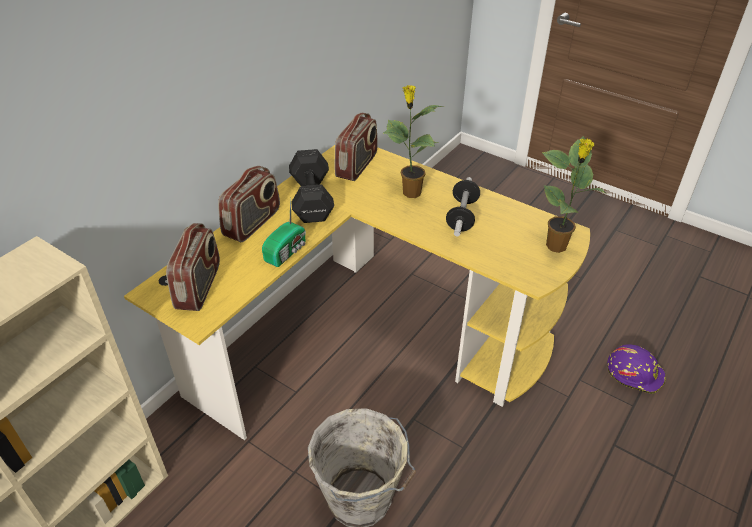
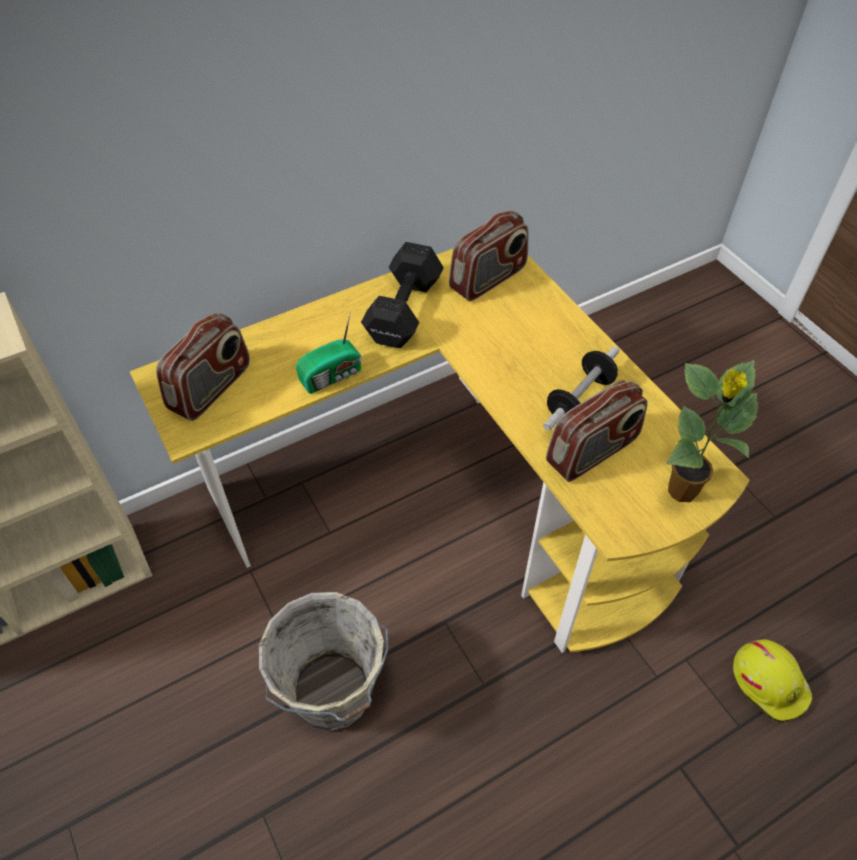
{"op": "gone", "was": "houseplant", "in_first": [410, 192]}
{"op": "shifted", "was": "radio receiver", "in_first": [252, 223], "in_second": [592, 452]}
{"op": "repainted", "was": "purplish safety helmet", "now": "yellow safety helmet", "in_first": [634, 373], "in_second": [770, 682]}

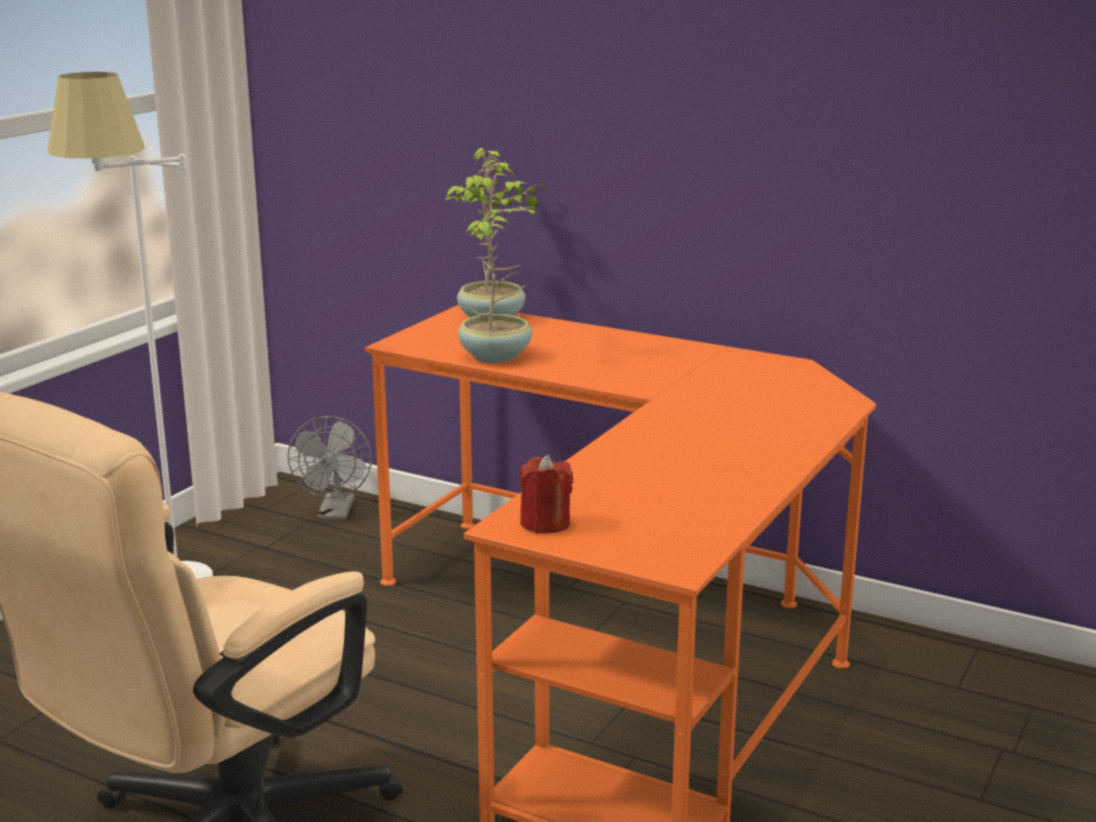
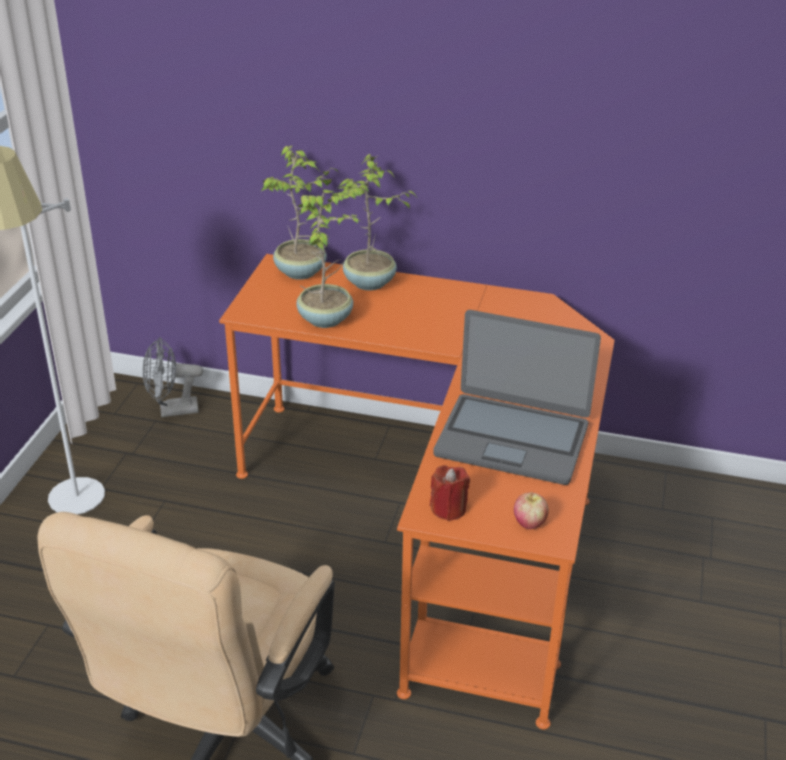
{"op": "new", "now": "houseplant", "in_second": [369, 283]}
{"op": "new", "now": "portable computer", "in_second": [512, 439]}
{"op": "new", "now": "apple", "in_second": [529, 523]}
{"op": "rotated", "was": "gray cooling fan", "in_first": [335, 513], "in_second": [172, 410], "clockwise": 90}

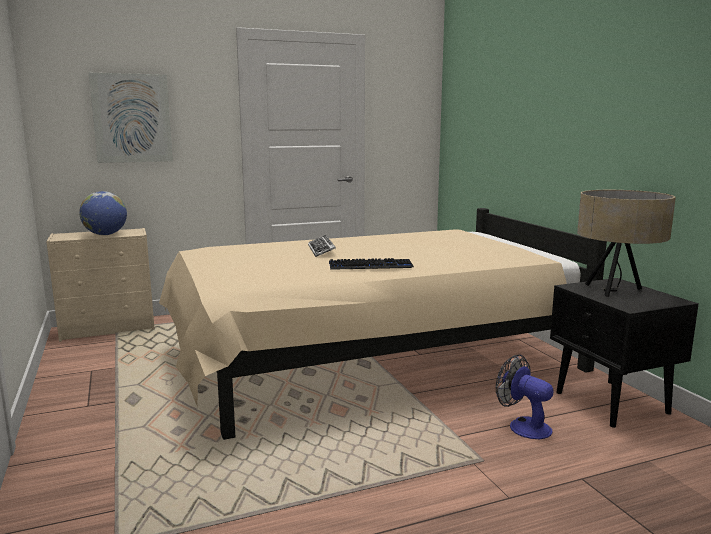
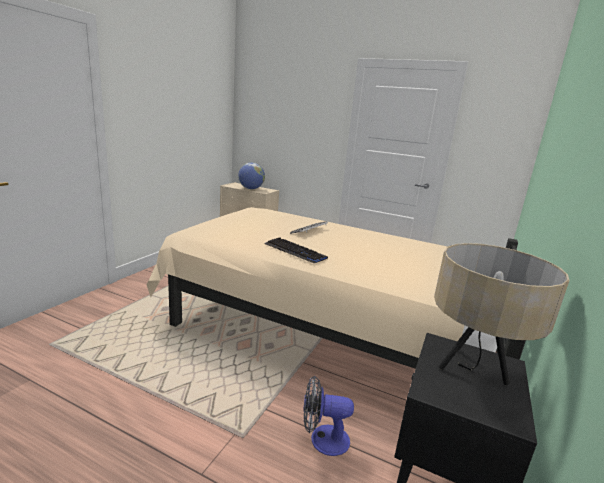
{"op": "gone", "was": "wall picture", "in_first": [132, 118]}
{"op": "rotated", "was": "cooling fan", "in_first": [523, 426], "in_second": [322, 439], "clockwise": -90}

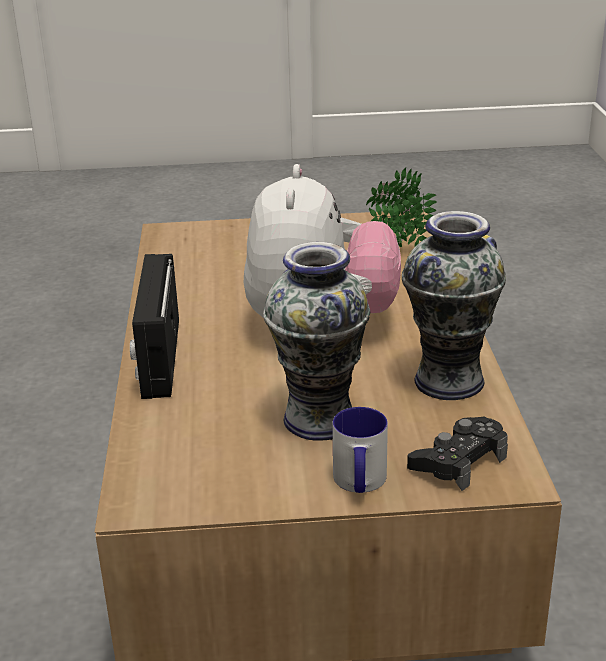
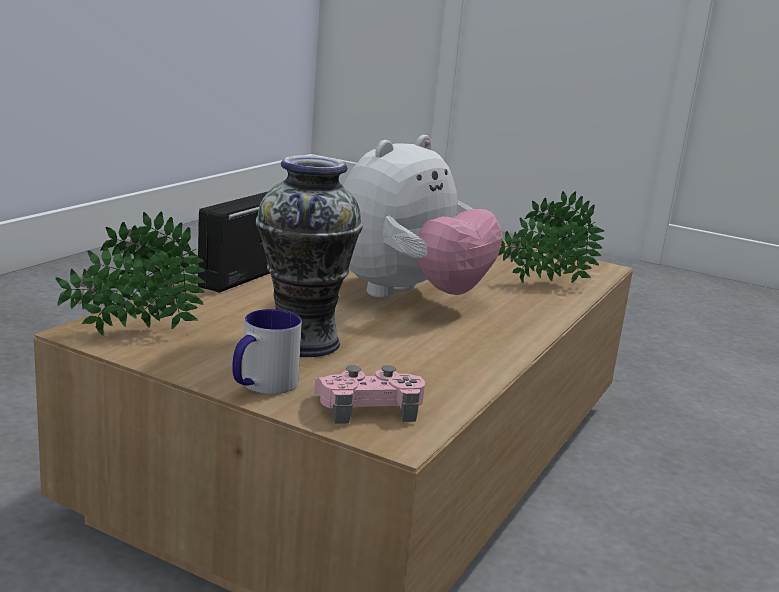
{"op": "gone", "was": "vase", "in_first": [449, 381]}
{"op": "new", "now": "houseplant", "in_second": [133, 331]}
{"op": "repainted", "was": "black-coloured game controller", "now": "pinkish game controller", "in_first": [458, 461], "in_second": [369, 407]}

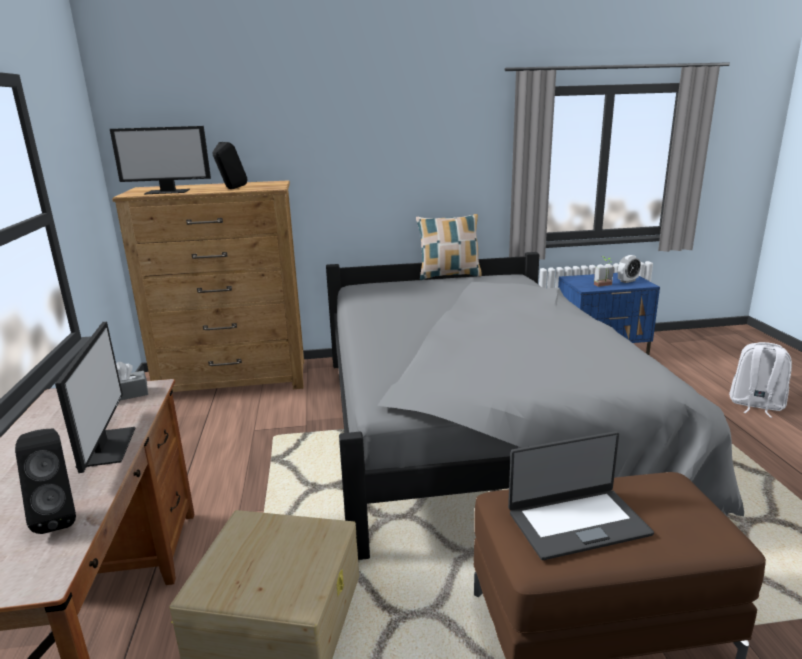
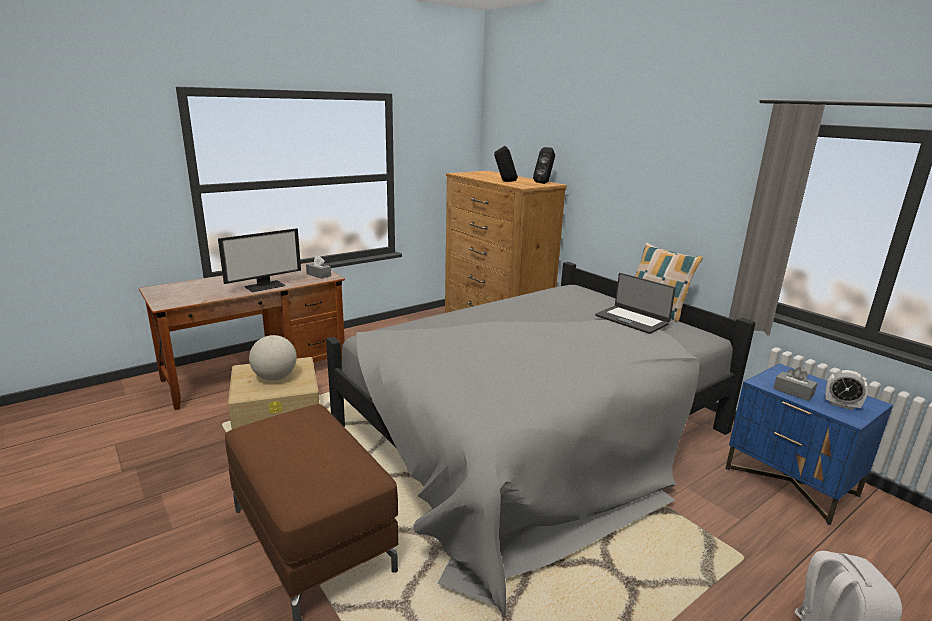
{"op": "gone", "was": "monitor", "in_first": [168, 191]}
{"op": "new", "now": "globe", "in_second": [275, 377]}
{"op": "shifted", "was": "black-coloured speaker", "in_first": [60, 517], "in_second": [544, 183]}
{"op": "shifted", "was": "portable computer", "in_first": [577, 522], "in_second": [632, 319]}
{"op": "swapped", "was": "houseplant", "now": "gray box of tissues", "in_first": [604, 285], "in_second": [793, 392]}

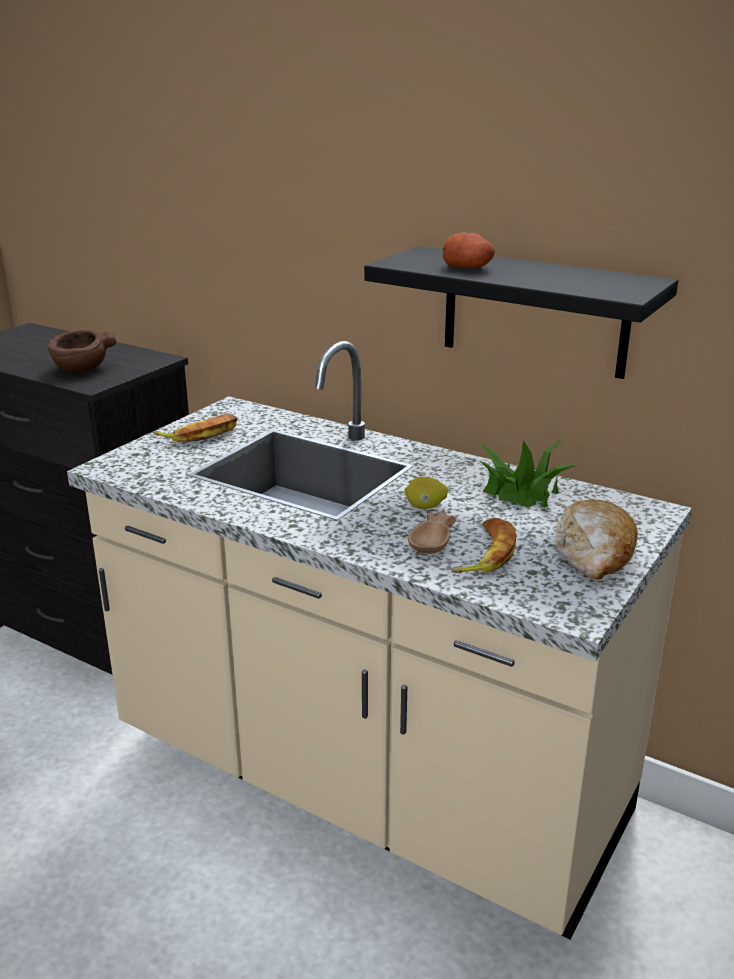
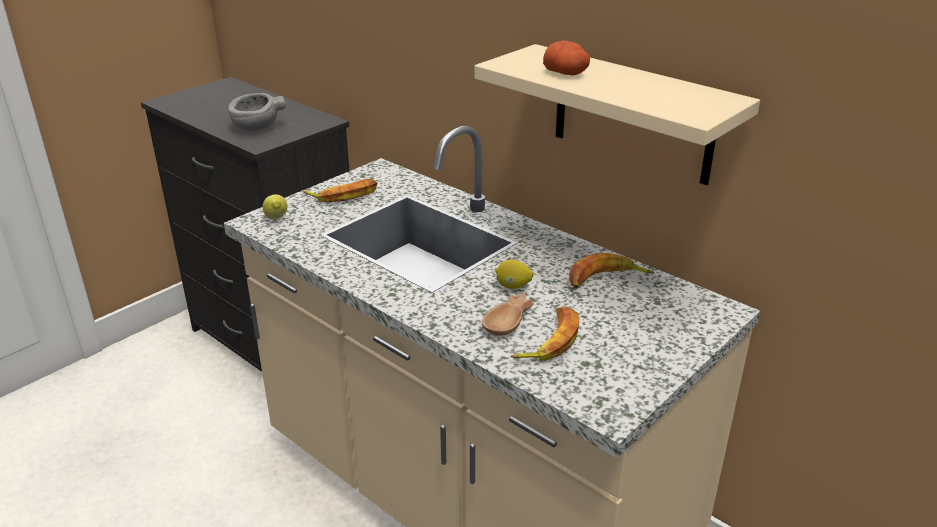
{"op": "gone", "was": "baked bread", "in_first": [594, 553]}
{"op": "new", "now": "citrus fruit", "in_second": [277, 219]}
{"op": "swapped", "was": "houseplant", "now": "banana", "in_first": [522, 492], "in_second": [606, 279]}
{"op": "repainted", "was": "brown serving bowl", "now": "gray serving bowl", "in_first": [81, 369], "in_second": [256, 128]}
{"op": "repainted", "was": "black-coloured bracket shelf", "now": "sand-coloured bracket shelf", "in_first": [534, 312], "in_second": [632, 115]}

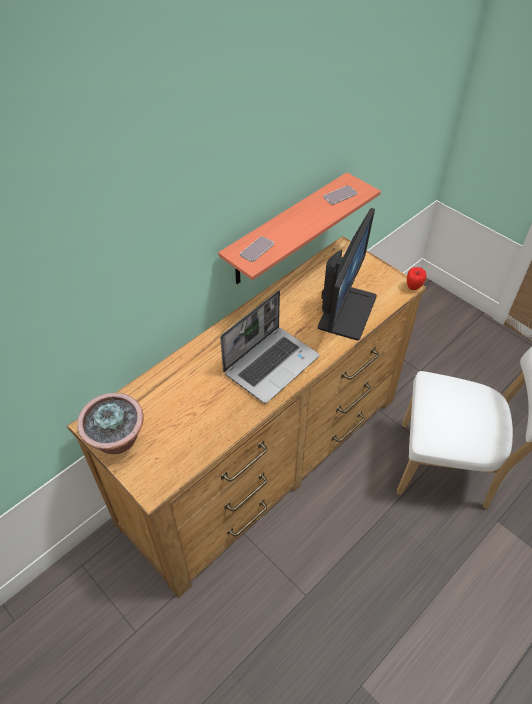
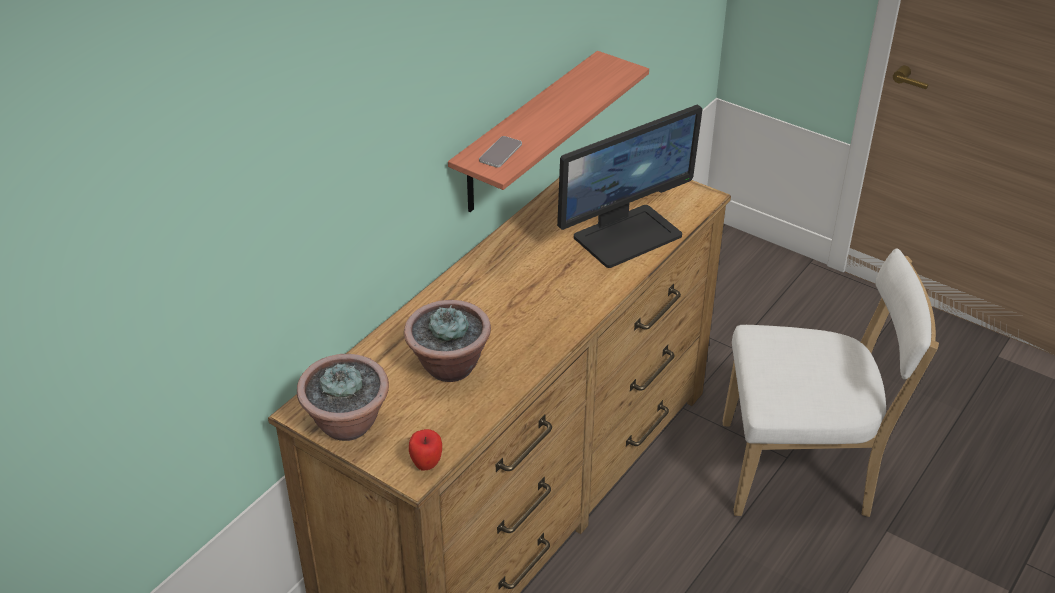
{"op": "gone", "was": "portable computer", "in_first": [271, 364]}
{"op": "gone", "was": "phone", "in_first": [340, 195]}
{"op": "new", "now": "houseplant", "in_second": [449, 367]}
{"op": "shifted", "was": "apple", "in_first": [413, 287], "in_second": [426, 465]}
{"op": "rotated", "was": "monitor", "in_first": [346, 311], "in_second": [627, 235], "clockwise": 45}

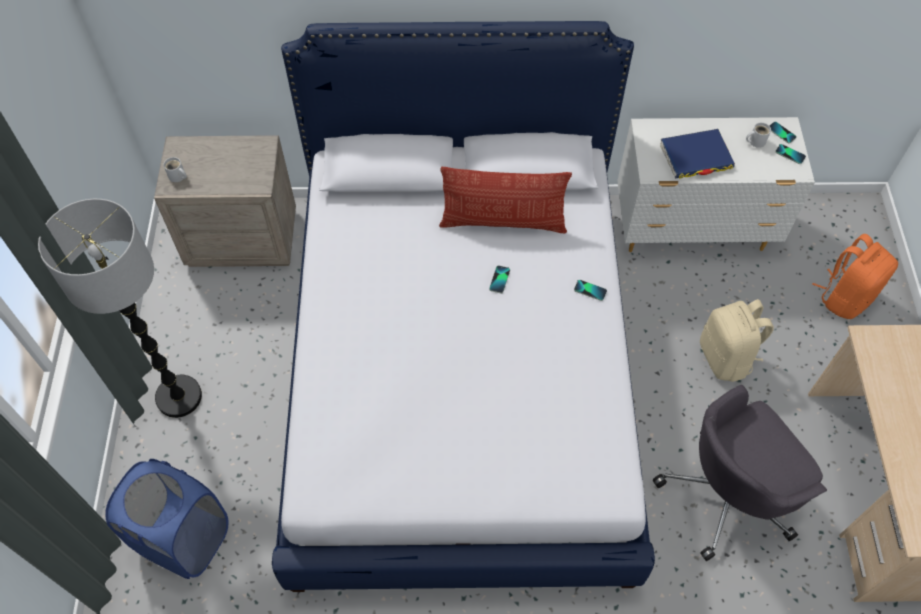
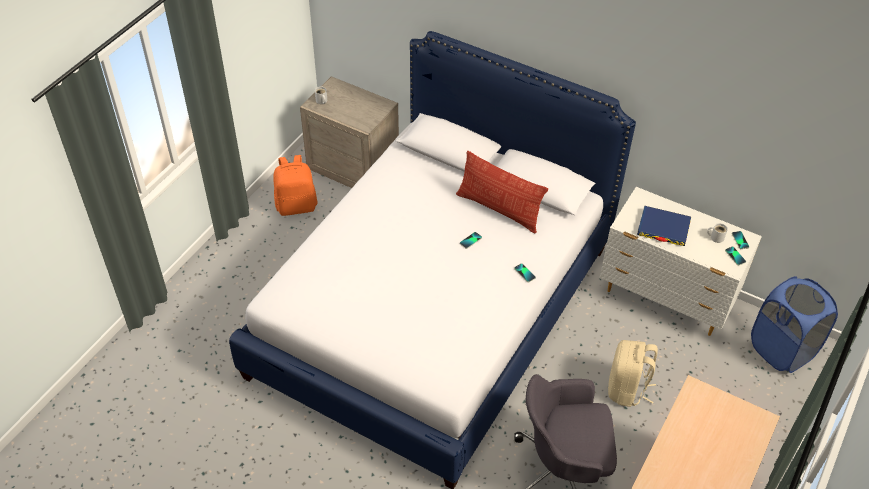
{"op": "gone", "was": "floor lamp", "in_first": [179, 396]}
{"op": "shifted", "was": "blue-coloured washing basket", "in_first": [185, 538], "in_second": [782, 349]}
{"op": "shifted", "was": "orange-coloured rucksack", "in_first": [845, 297], "in_second": [296, 205]}

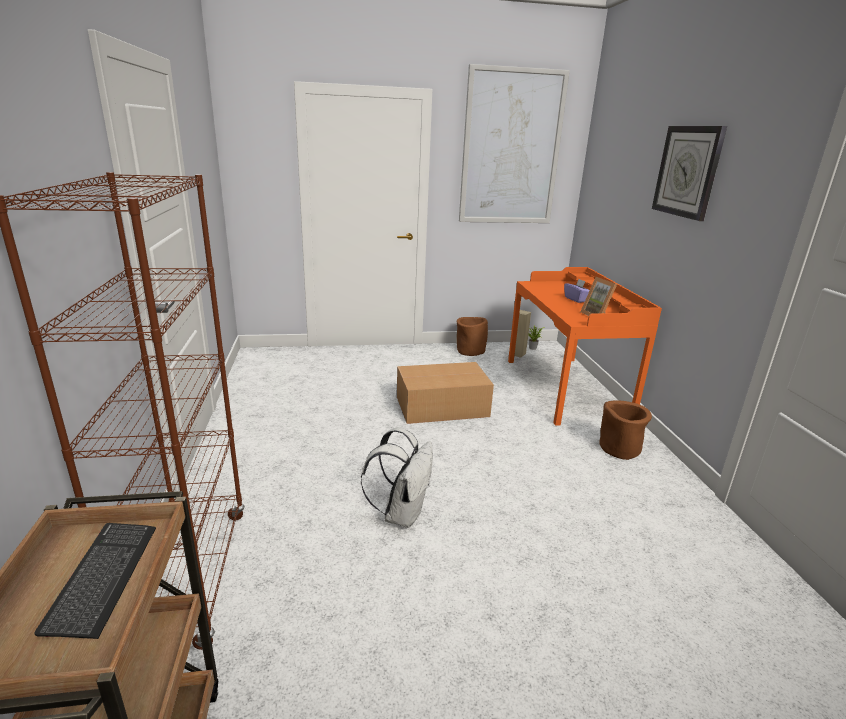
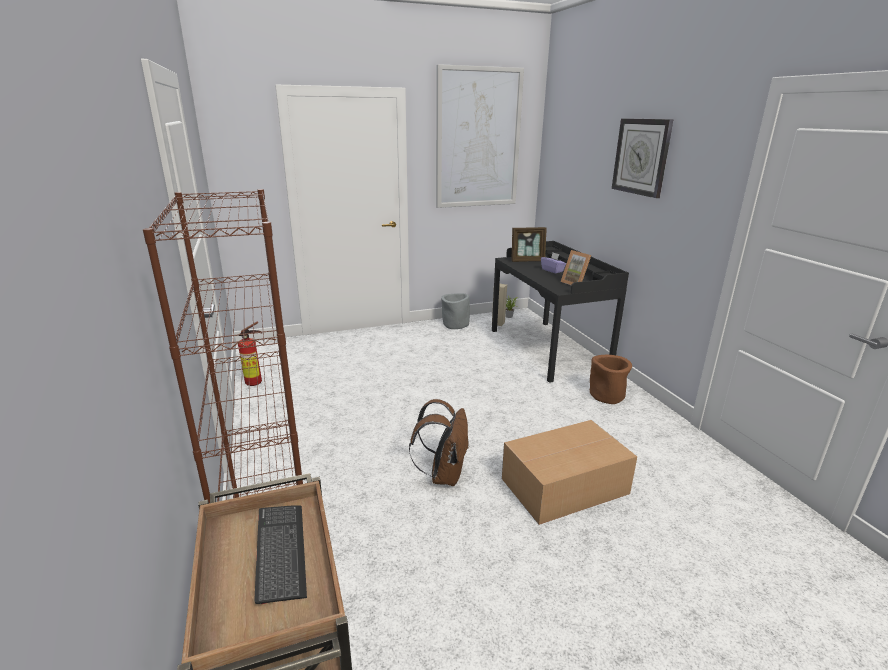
{"op": "new", "now": "fire-fighting cylinder", "in_second": [256, 382]}
{"op": "new", "now": "standing frame", "in_second": [527, 260]}
{"op": "shifted", "was": "packing box", "in_first": [443, 407], "in_second": [566, 486]}
{"op": "repainted", "was": "white-coloured rucksack", "now": "brown rucksack", "in_first": [402, 513], "in_second": [444, 475]}
{"op": "repainted", "was": "brown plant pot", "now": "gray plant pot", "in_first": [470, 351], "in_second": [455, 324]}
{"op": "repainted", "was": "orange-coloured desk unit", "now": "black-coloured desk unit", "in_first": [566, 388], "in_second": [548, 349]}

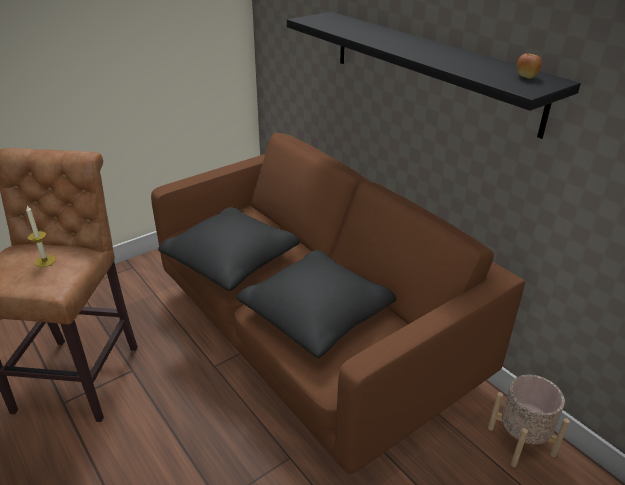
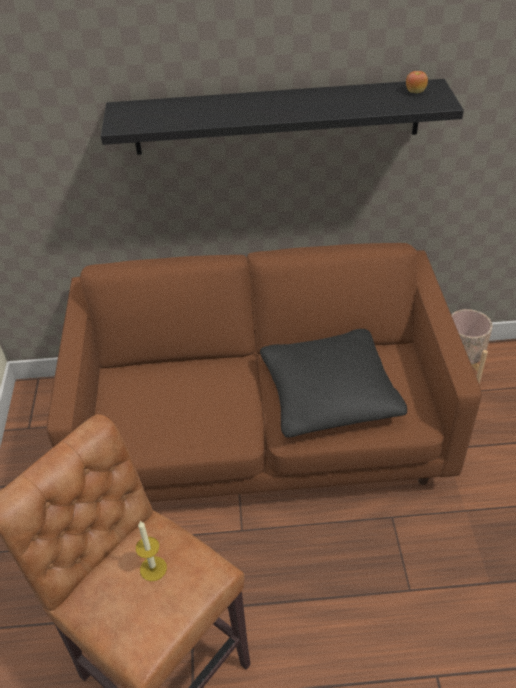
{"op": "gone", "was": "black-coloured pillow", "in_first": [231, 261]}

